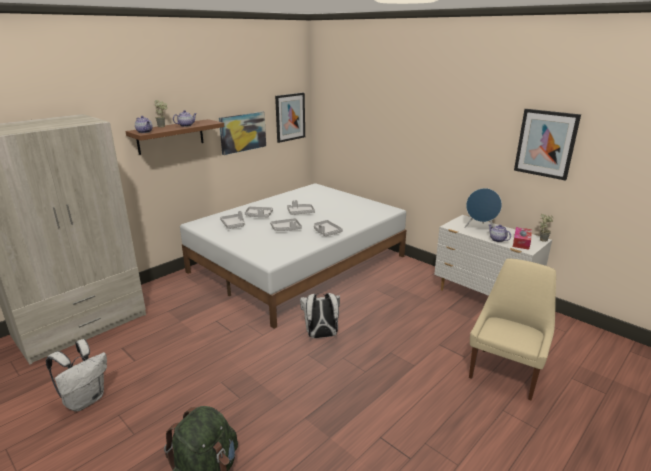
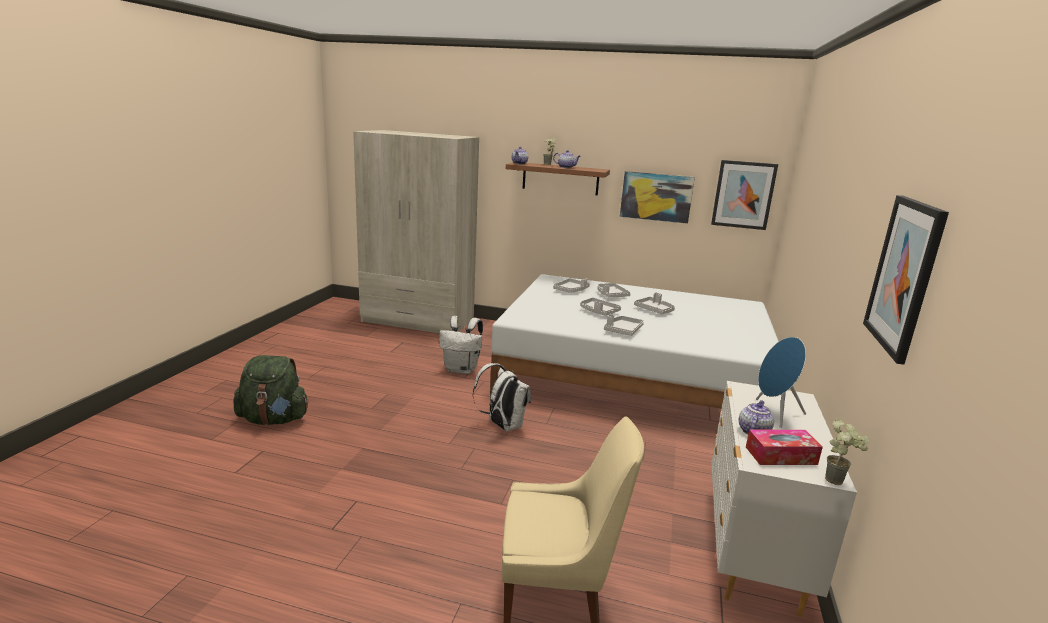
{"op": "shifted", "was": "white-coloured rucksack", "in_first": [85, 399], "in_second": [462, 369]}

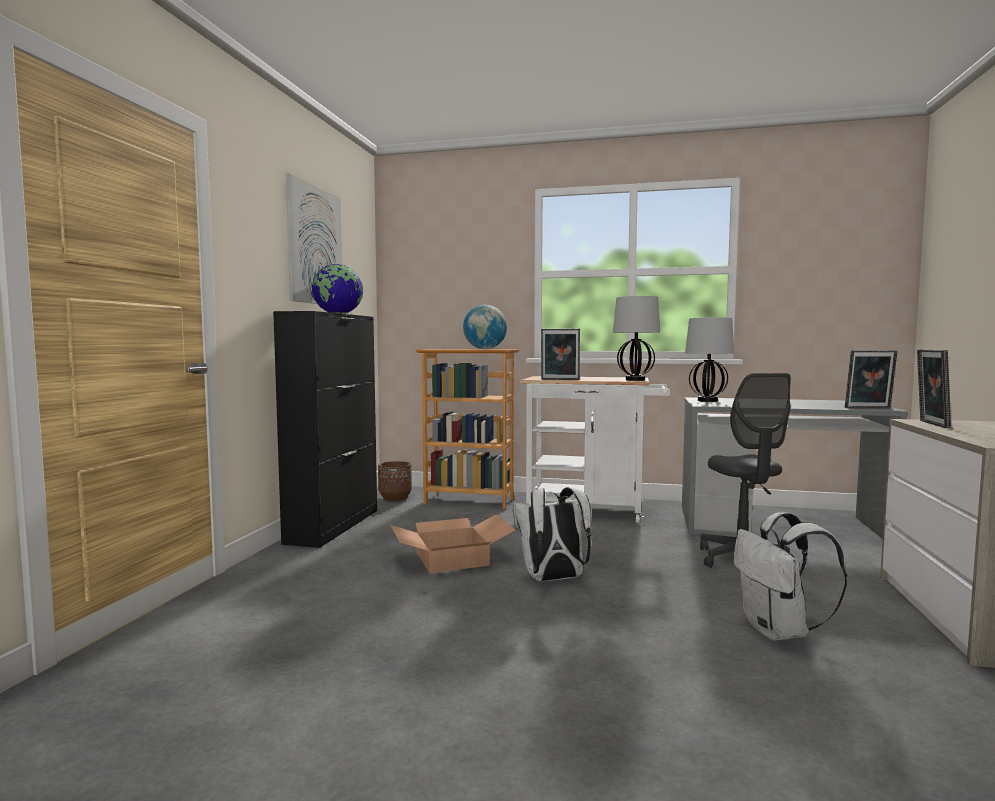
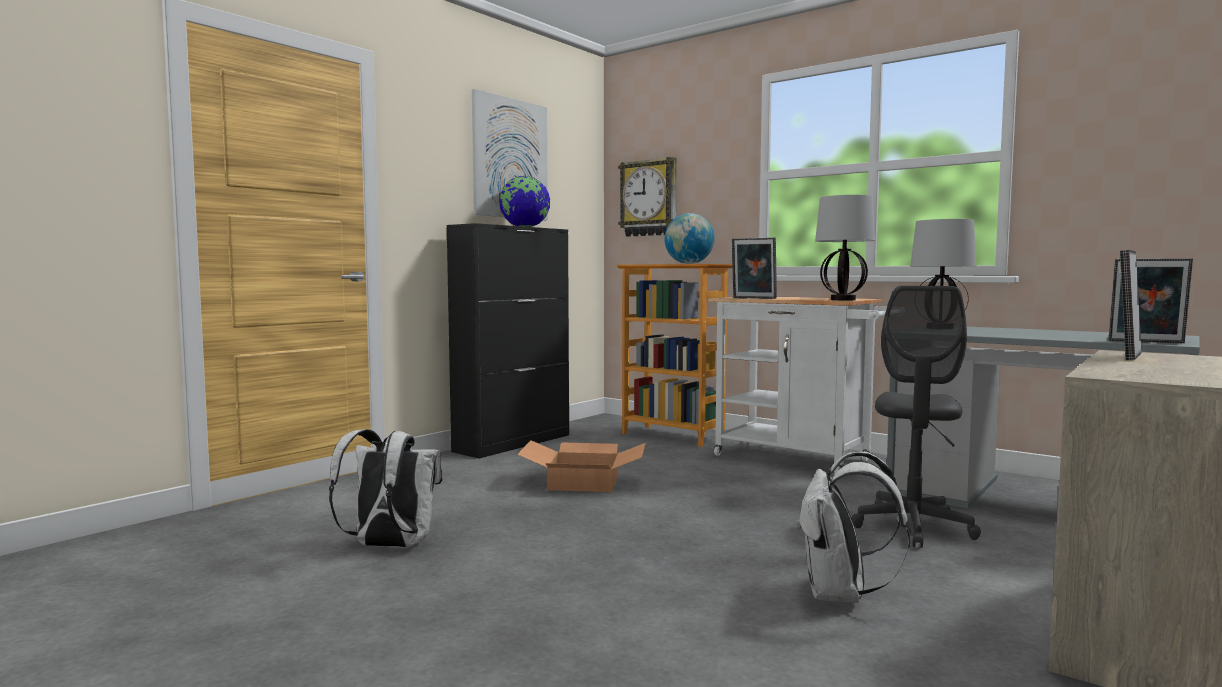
{"op": "gone", "was": "brown plant pot", "in_first": [395, 498]}
{"op": "new", "now": "wall clock", "in_second": [649, 198]}
{"op": "shifted", "was": "white-coloured rucksack", "in_first": [553, 579], "in_second": [389, 546]}

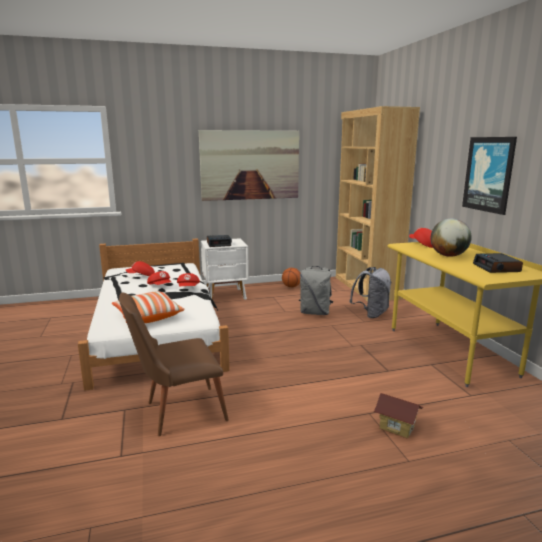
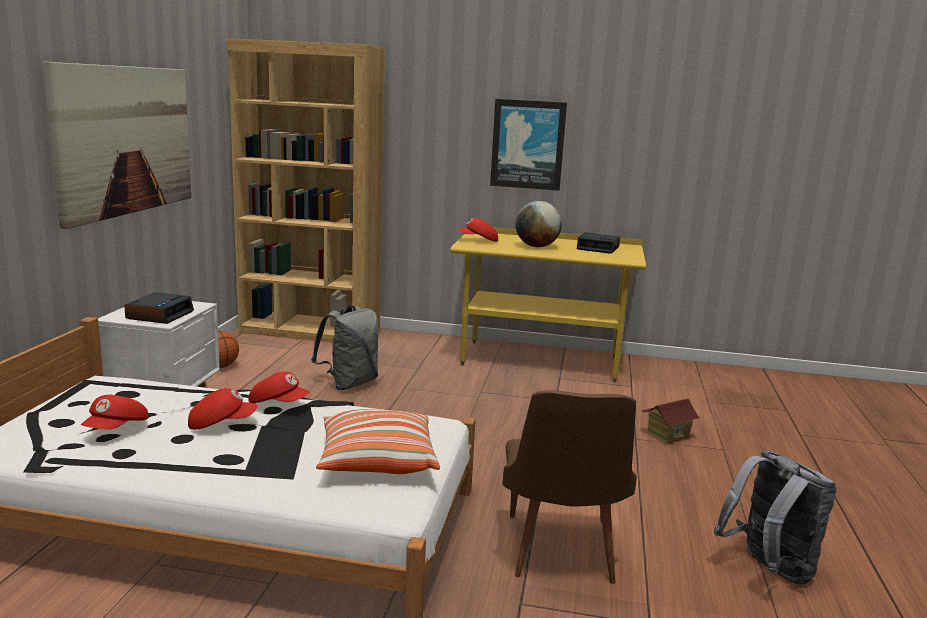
{"op": "shifted", "was": "gray rucksack", "in_first": [371, 314], "in_second": [768, 570]}

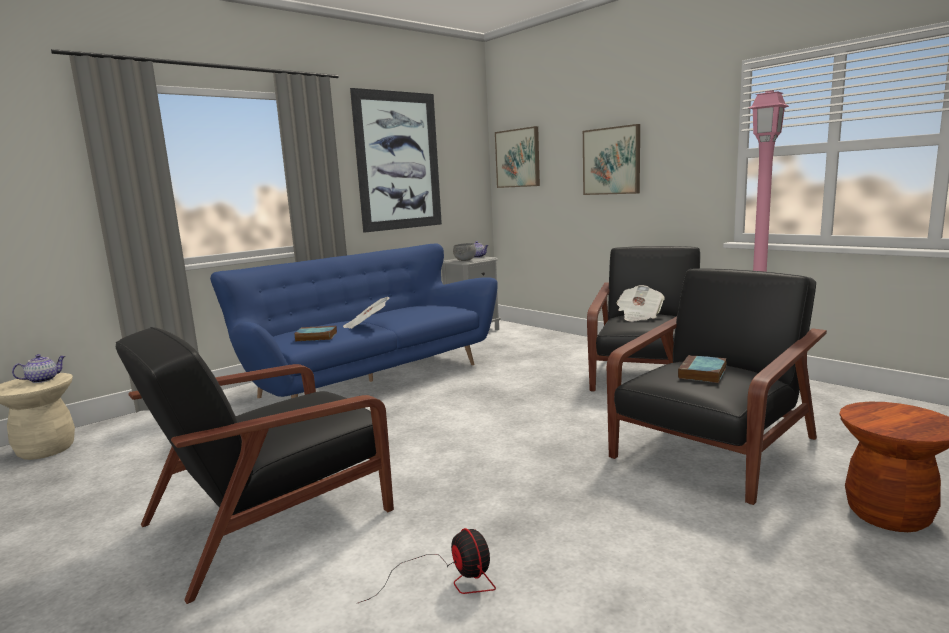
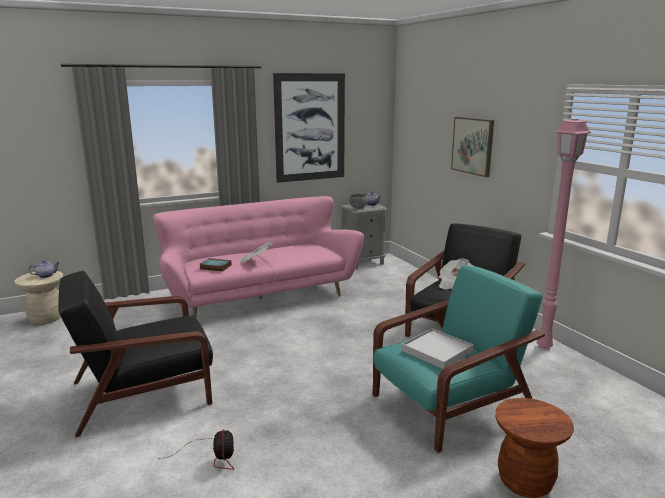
{"op": "gone", "was": "wall picture", "in_first": [518, 158]}
{"op": "swapped", "was": "volume", "now": "white-coloured tray", "in_first": [702, 373], "in_second": [437, 351]}
{"op": "repainted", "was": "blue-coloured couch", "now": "pinkish couch", "in_first": [368, 379], "in_second": [259, 296]}
{"op": "repainted", "was": "black-coloured easy chair", "now": "turquoise-coloured easy chair", "in_first": [712, 450], "in_second": [450, 404]}

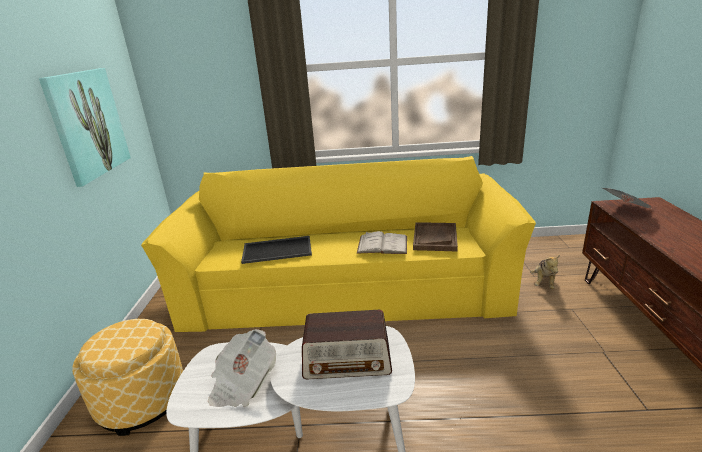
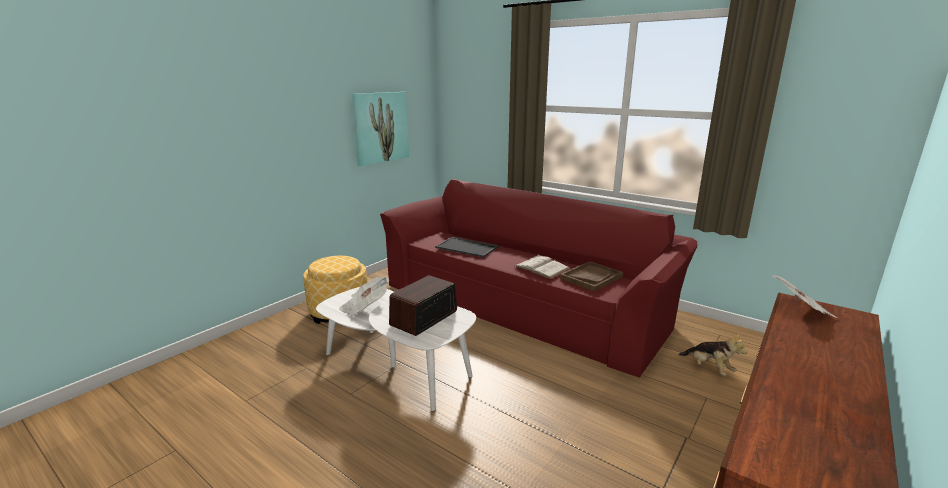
{"op": "repainted", "was": "yellow couch", "now": "red-coloured couch", "in_first": [345, 286], "in_second": [524, 302]}
{"op": "rotated", "was": "radio receiver", "in_first": [347, 361], "in_second": [424, 318], "clockwise": 90}
{"op": "rotated", "was": "plush toy", "in_first": [543, 282], "in_second": [709, 368], "clockwise": -90}

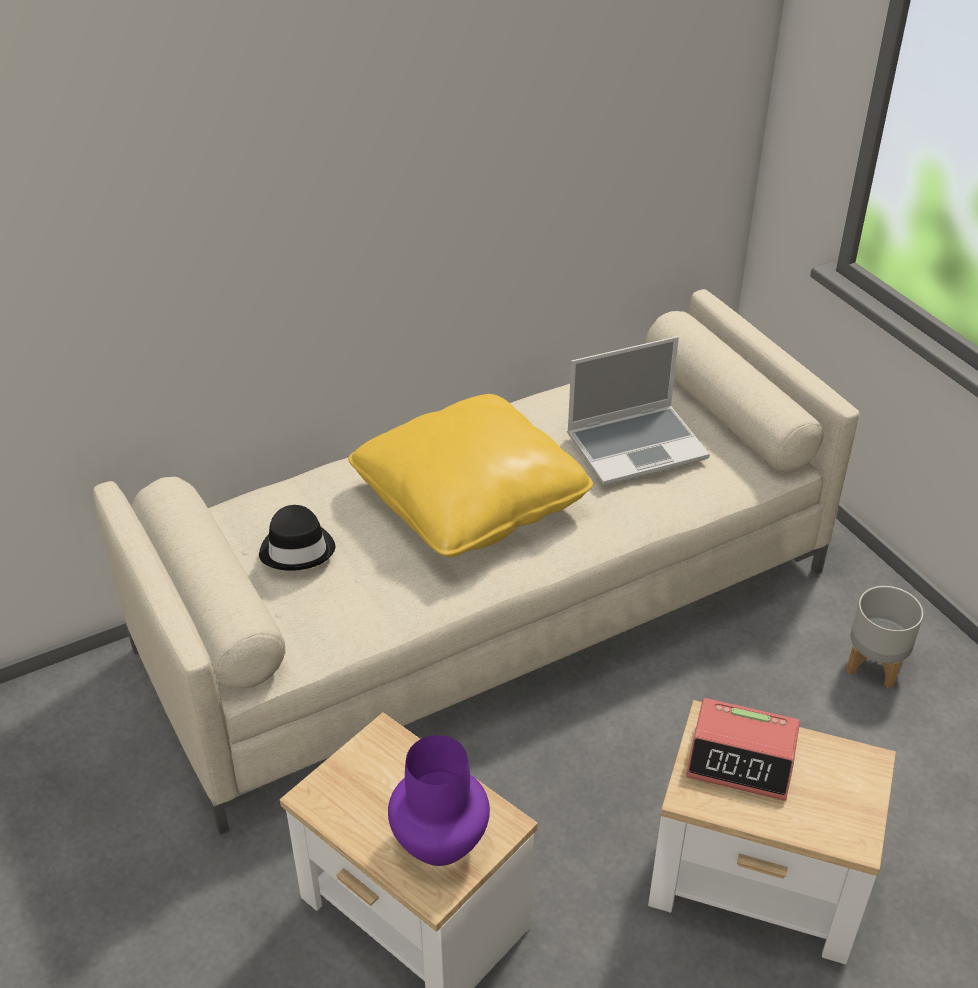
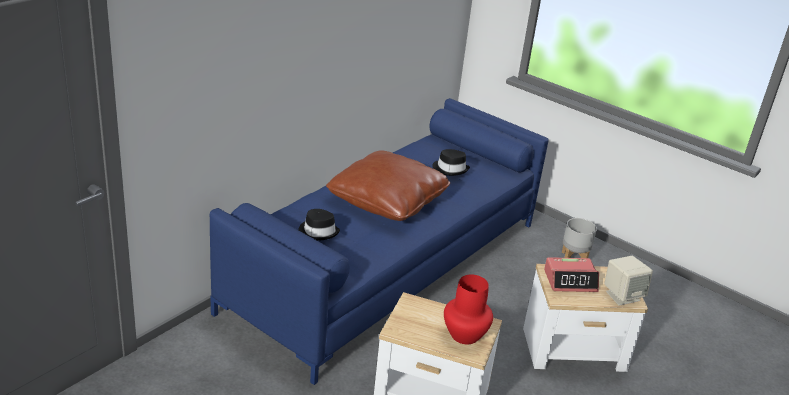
{"op": "new", "now": "sand-coloured speaker", "in_second": [622, 296]}
{"op": "swapped", "was": "portable computer", "now": "black-coloured wearable hat", "in_first": [637, 446], "in_second": [450, 169]}
{"op": "repainted", "was": "sand-coloured couch", "now": "blue-coloured couch", "in_first": [490, 606], "in_second": [387, 264]}
{"op": "repainted", "was": "yellow pillow", "now": "brown pillow", "in_first": [470, 501], "in_second": [388, 201]}
{"op": "repainted", "was": "purplish vase", "now": "red-coloured vase", "in_first": [438, 842], "in_second": [464, 335]}

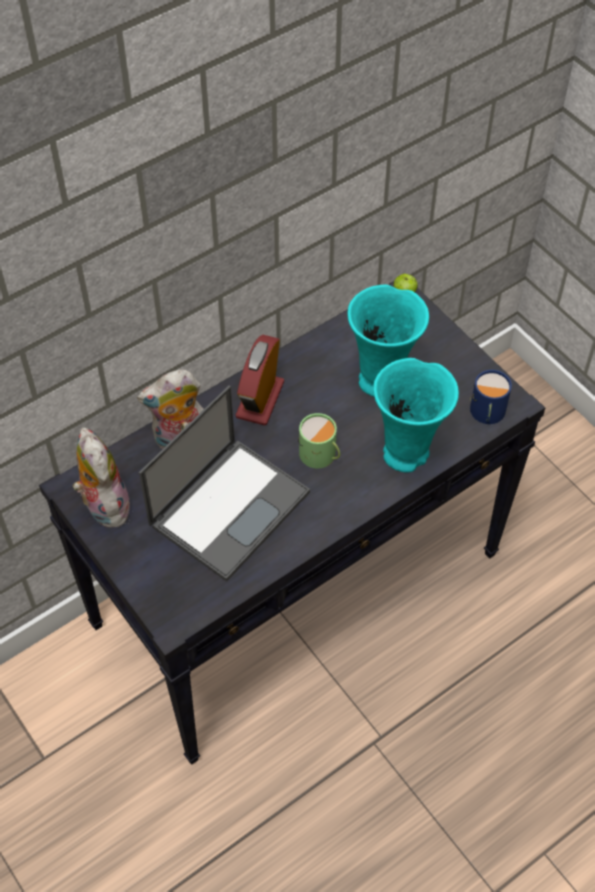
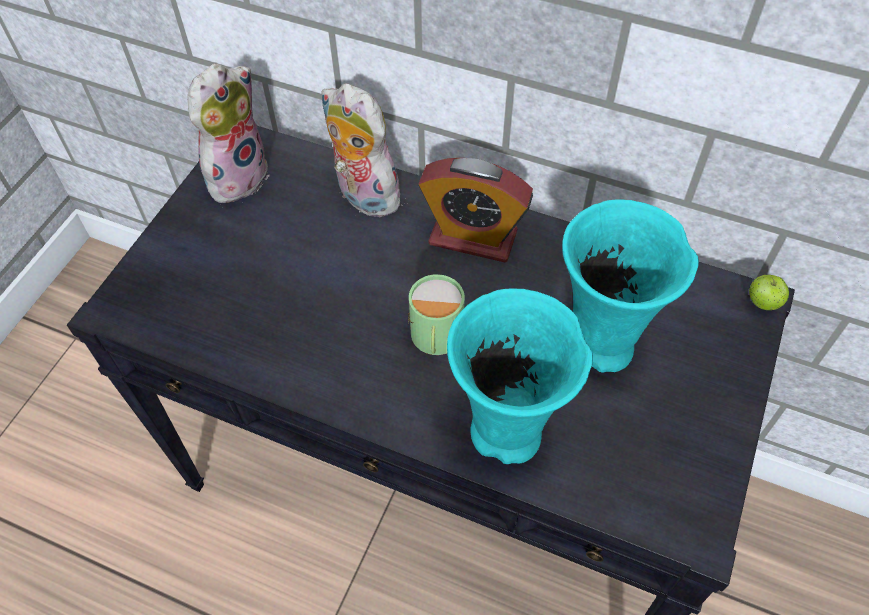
{"op": "gone", "was": "portable computer", "in_first": [230, 506]}
{"op": "gone", "was": "blue-coloured coffee mug", "in_first": [486, 413]}
{"op": "rotated", "was": "bedside clock", "in_first": [260, 399], "in_second": [473, 238], "clockwise": -150}

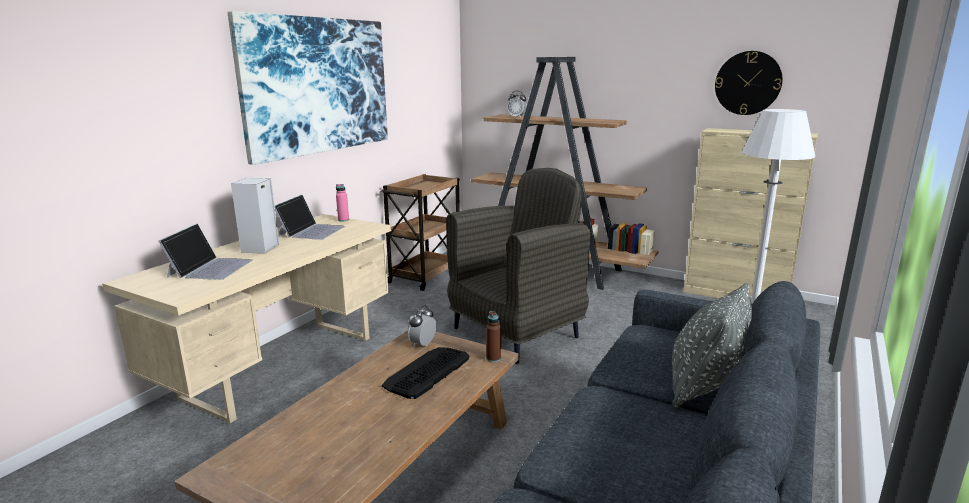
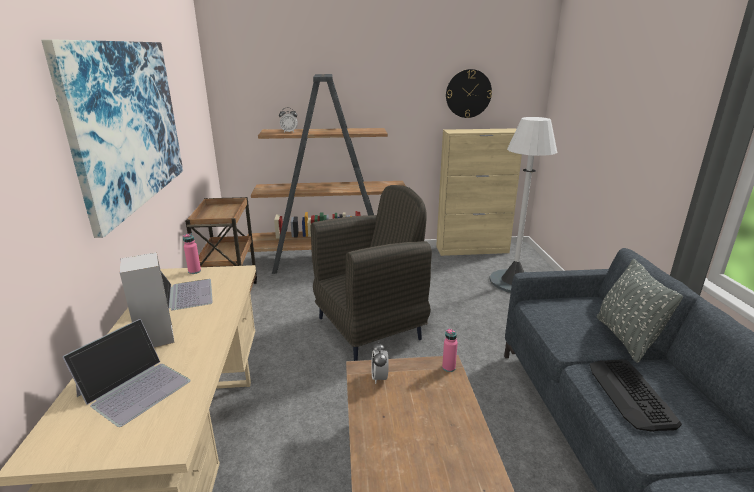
{"op": "shifted", "was": "keyboard", "in_first": [427, 372], "in_second": [630, 394]}
{"op": "repainted", "was": "brown beverage bottle", "now": "pinkish beverage bottle", "in_first": [493, 358], "in_second": [448, 368]}
{"op": "rotated", "was": "portable computer", "in_first": [210, 268], "in_second": [135, 387], "clockwise": 60}
{"op": "rotated", "was": "gray easy chair", "in_first": [517, 332], "in_second": [370, 328], "clockwise": 45}

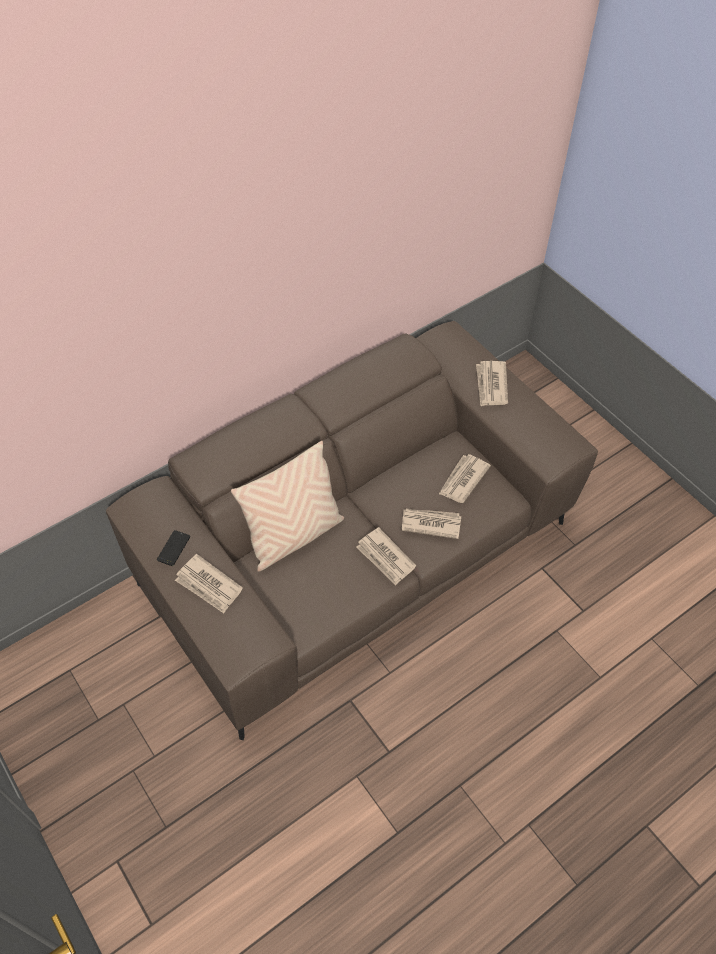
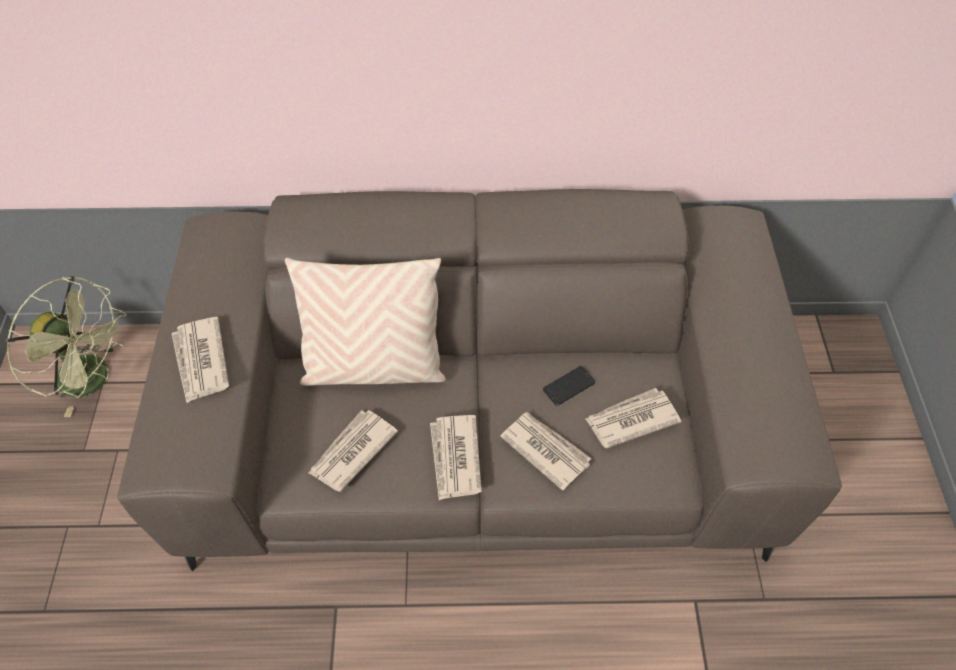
{"op": "new", "now": "green cooling fan", "in_second": [94, 379]}
{"op": "shifted", "was": "phone", "in_first": [173, 548], "in_second": [569, 386]}
{"op": "shifted", "was": "printed paper", "in_first": [491, 385], "in_second": [352, 452]}

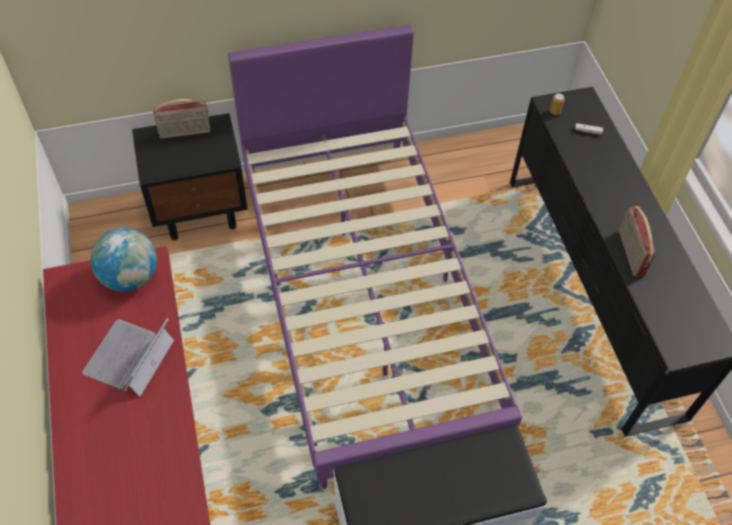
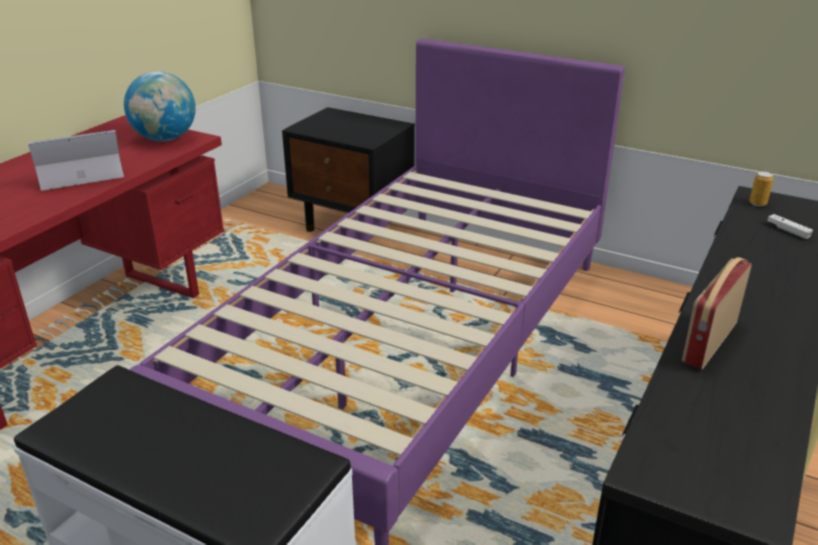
{"op": "gone", "was": "radio receiver", "in_first": [185, 132]}

